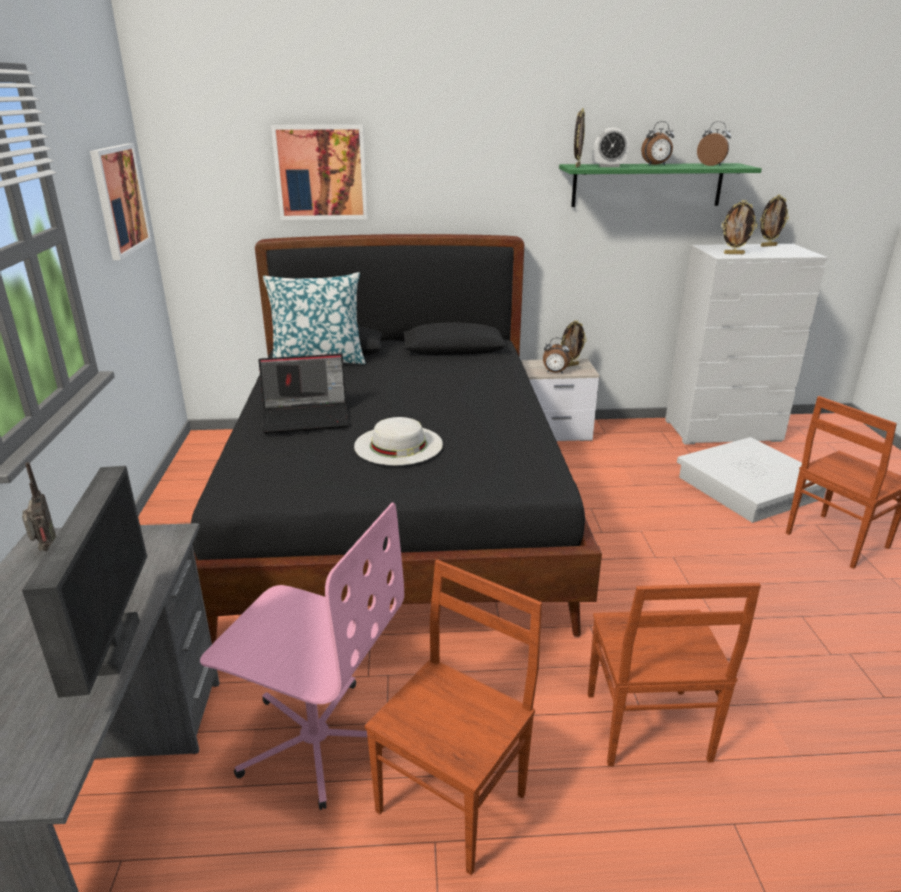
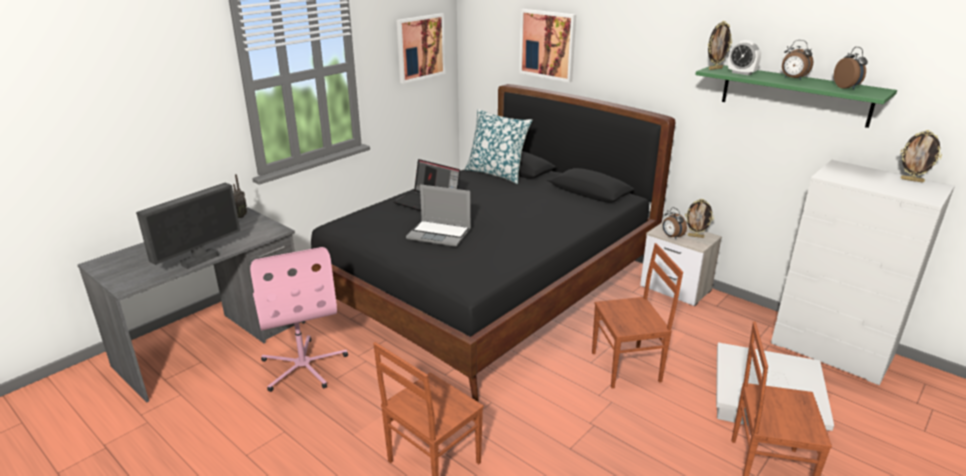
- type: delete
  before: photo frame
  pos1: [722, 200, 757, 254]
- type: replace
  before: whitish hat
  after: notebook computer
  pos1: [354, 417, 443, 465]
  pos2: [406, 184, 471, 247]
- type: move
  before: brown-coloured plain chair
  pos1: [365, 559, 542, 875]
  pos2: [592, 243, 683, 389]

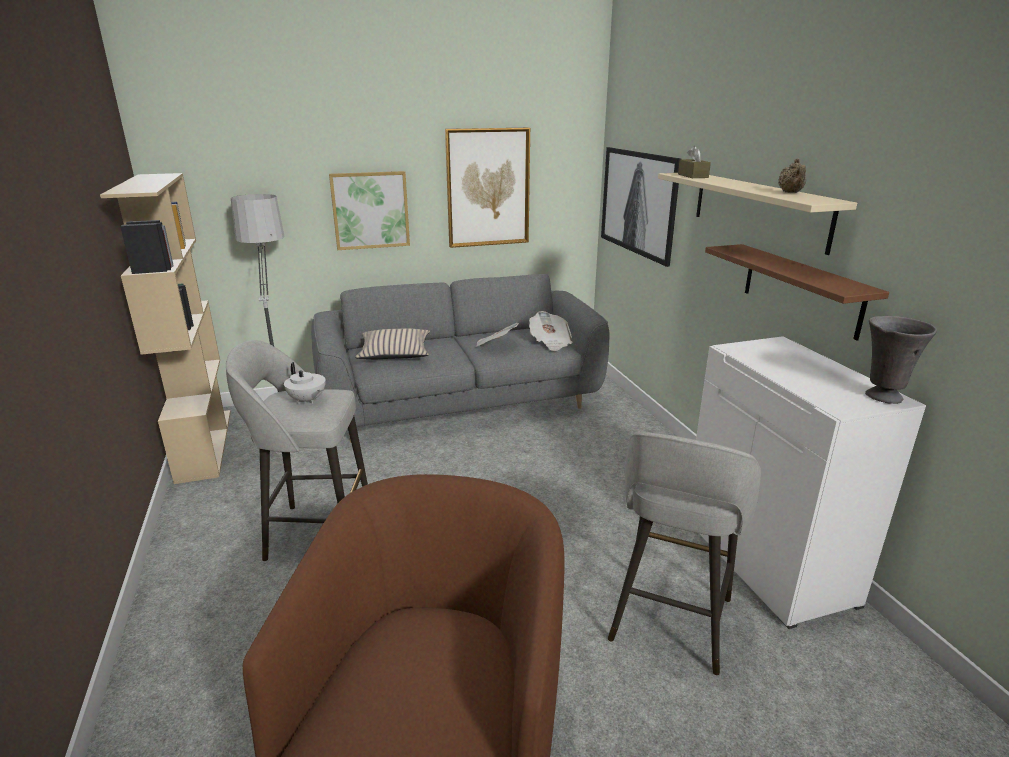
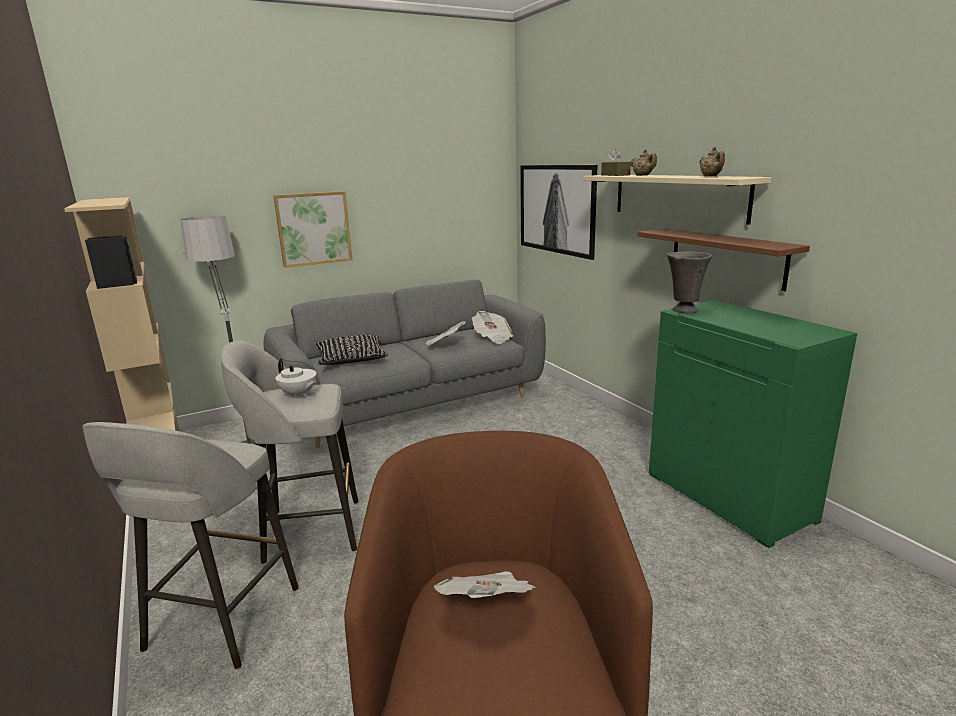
- type: delete
  before: wall picture
  pos1: [445, 128, 530, 248]
- type: move
  before: gray vase
  pos1: [865, 316, 937, 404]
  pos2: [667, 252, 712, 313]
- type: recolor
  before: beige-coloured pillow
  after: black pillow
  pos1: [355, 328, 430, 359]
  pos2: [316, 335, 388, 365]
- type: recolor
  before: whitish storage cabinet
  after: green-coloured storage cabinet
  pos1: [696, 336, 926, 629]
  pos2: [649, 300, 857, 548]
- type: move
  before: gray sitting stool
  pos1: [608, 432, 761, 675]
  pos2: [82, 422, 299, 669]
- type: insert
  after: beige-coloured pot for tea
  pos2: [630, 149, 657, 176]
- type: insert
  after: printed paper
  pos2: [434, 571, 536, 598]

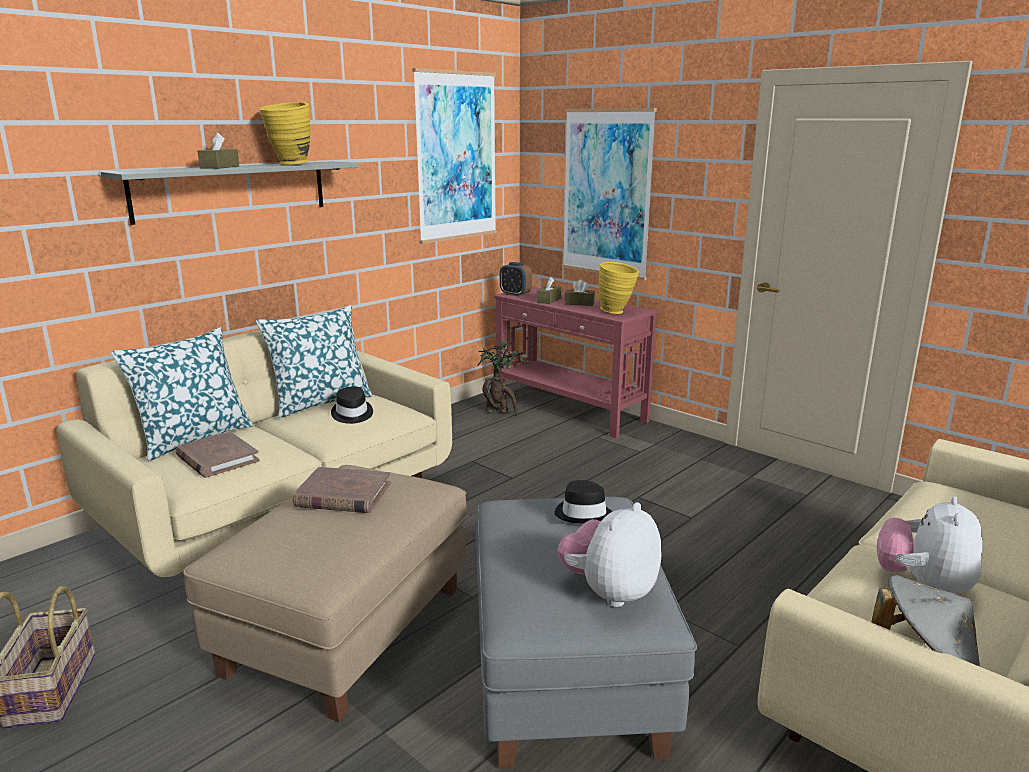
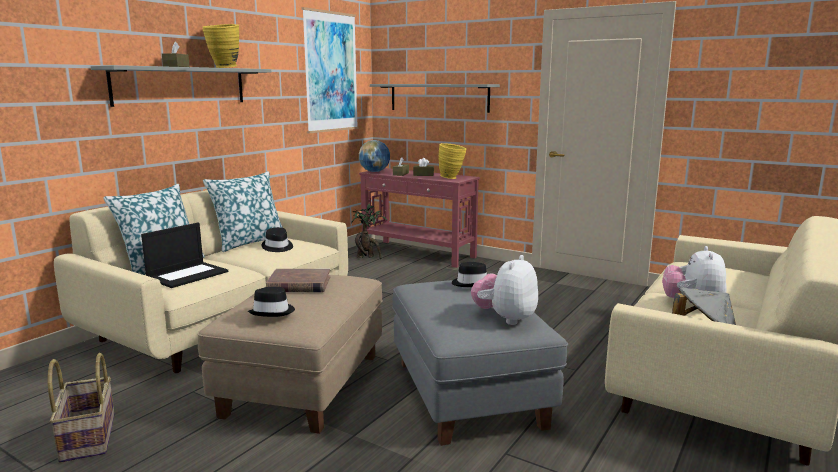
- type: replace
  before: wall picture
  after: gray bracket shelf
  pos1: [562, 108, 657, 281]
  pos2: [370, 84, 500, 113]
- type: replace
  before: alarm clock
  after: world globe
  pos1: [500, 262, 532, 297]
  pos2: [359, 140, 390, 172]
- type: replace
  before: brown-coloured book
  after: notebook computer
  pos1: [176, 431, 260, 478]
  pos2: [141, 223, 228, 288]
- type: insert
  after: black hat
  pos2: [248, 287, 295, 317]

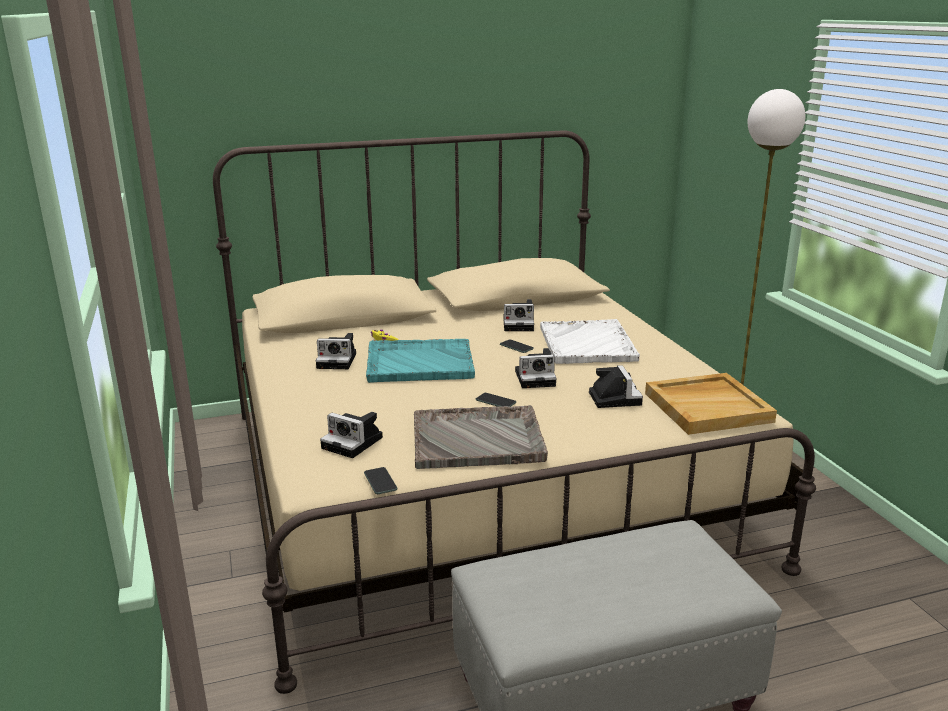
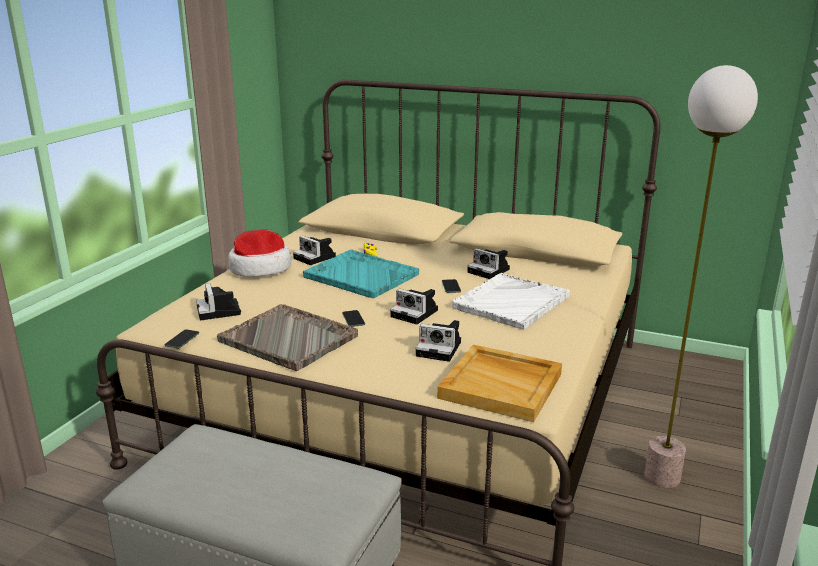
- type: rotate
  before: still camera
  pos1: [589, 365, 643, 408]
  pos2: [416, 320, 461, 362]
  turn: 75
- type: insert
  after: hat
  pos2: [228, 229, 291, 277]

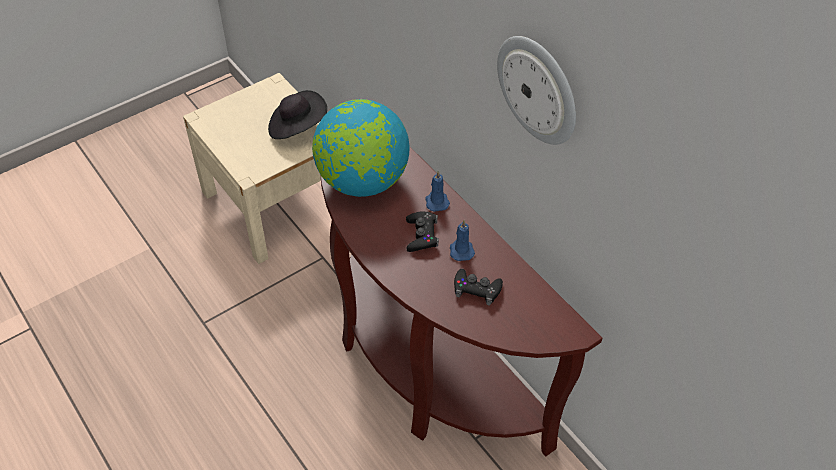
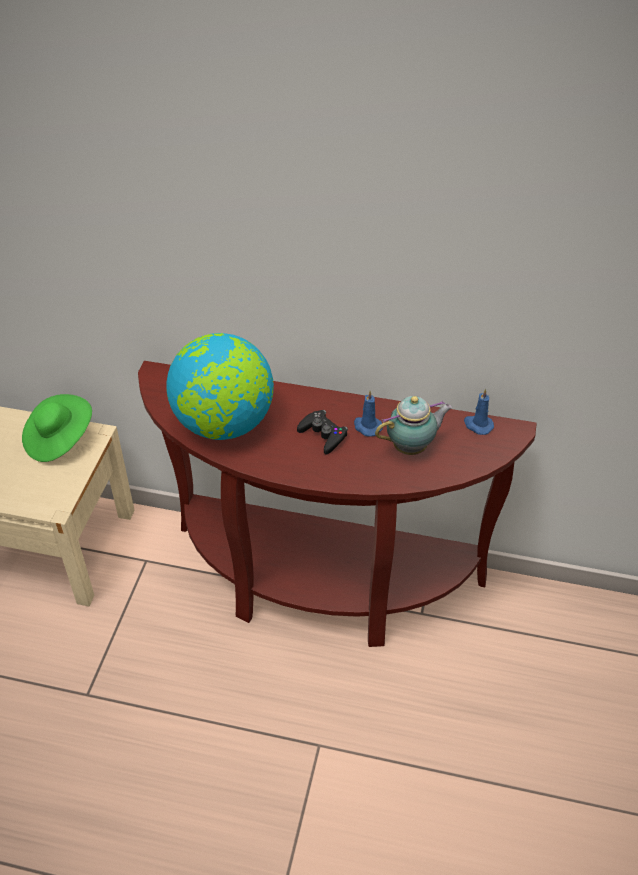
- type: delete
  before: clock on the wall
  pos1: [497, 36, 576, 145]
- type: recolor
  before: black hat
  after: green-coloured hat
  pos1: [268, 90, 327, 139]
  pos2: [22, 394, 92, 462]
- type: move
  before: bluish wax candle
  pos1: [425, 170, 450, 212]
  pos2: [464, 388, 494, 435]
- type: replace
  before: black gamepad
  after: pot for tea
  pos1: [454, 269, 503, 306]
  pos2: [375, 396, 453, 455]

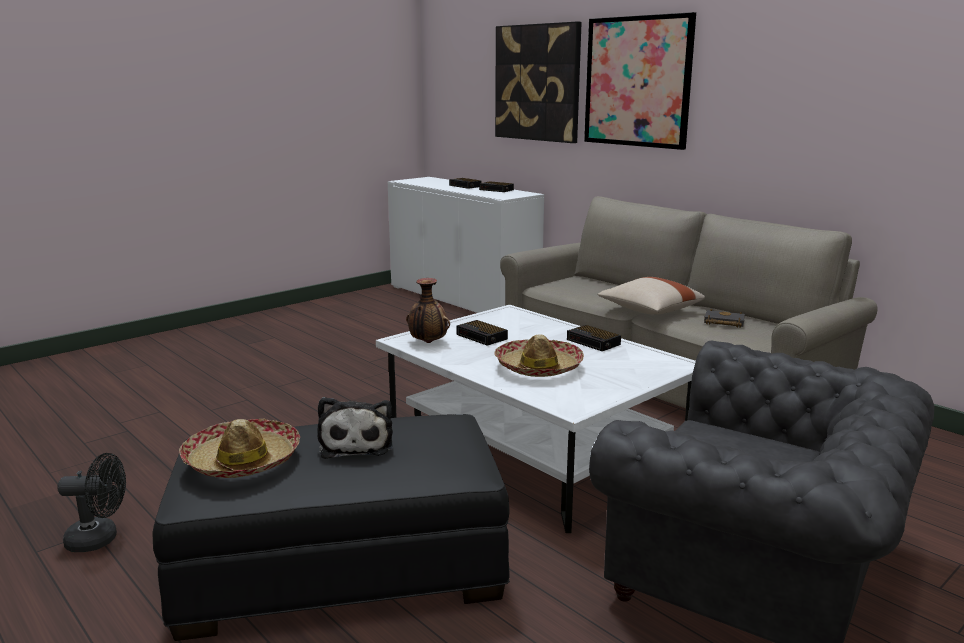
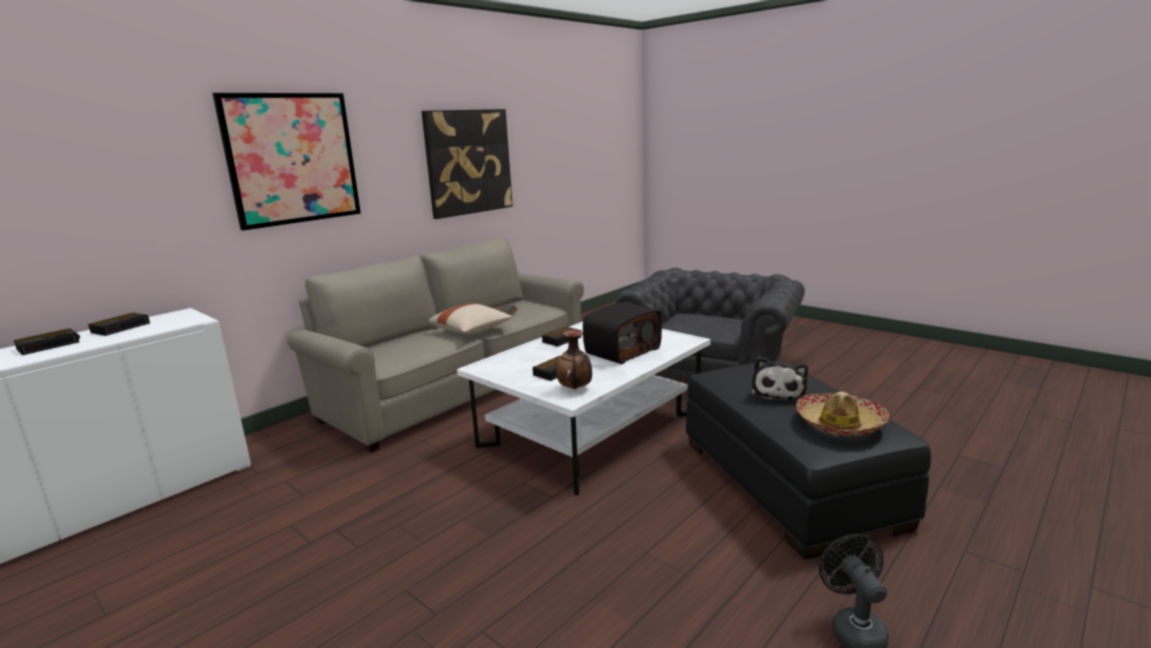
- type: move
  before: wall picture
  pos1: [495, 22, 582, 143]
  pos2: [421, 109, 513, 219]
- type: replace
  before: hat
  after: radio
  pos1: [494, 334, 584, 377]
  pos2: [583, 302, 662, 364]
- type: rotate
  before: cuddly toy
  pos1: [317, 397, 393, 459]
  pos2: [752, 357, 808, 402]
  turn: 120

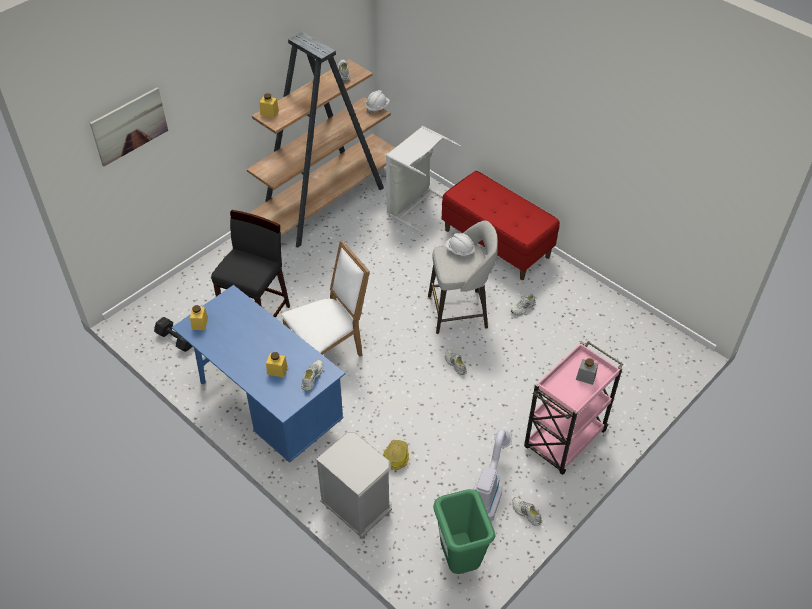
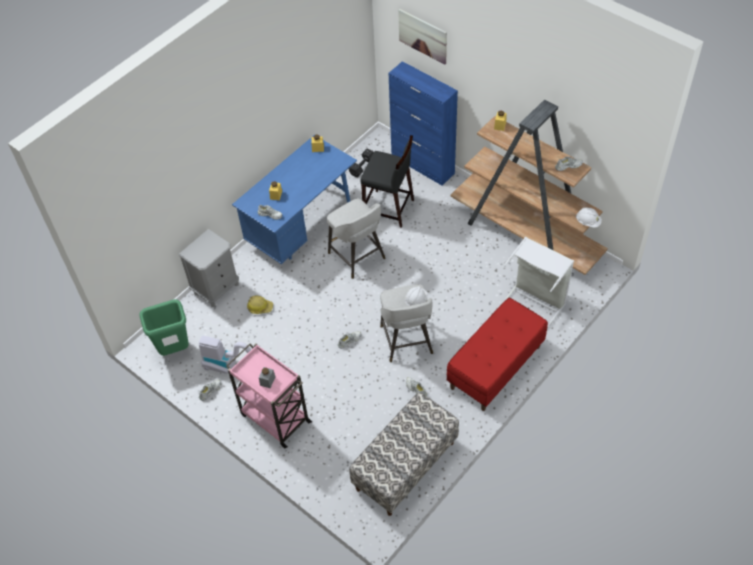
- type: replace
  before: whitish plain chair
  after: gray sitting stool
  pos1: [282, 240, 370, 357]
  pos2: [327, 199, 385, 279]
- type: insert
  after: bluish storage cabinet
  pos2: [388, 61, 458, 186]
- type: insert
  after: long seat
  pos2: [349, 392, 459, 516]

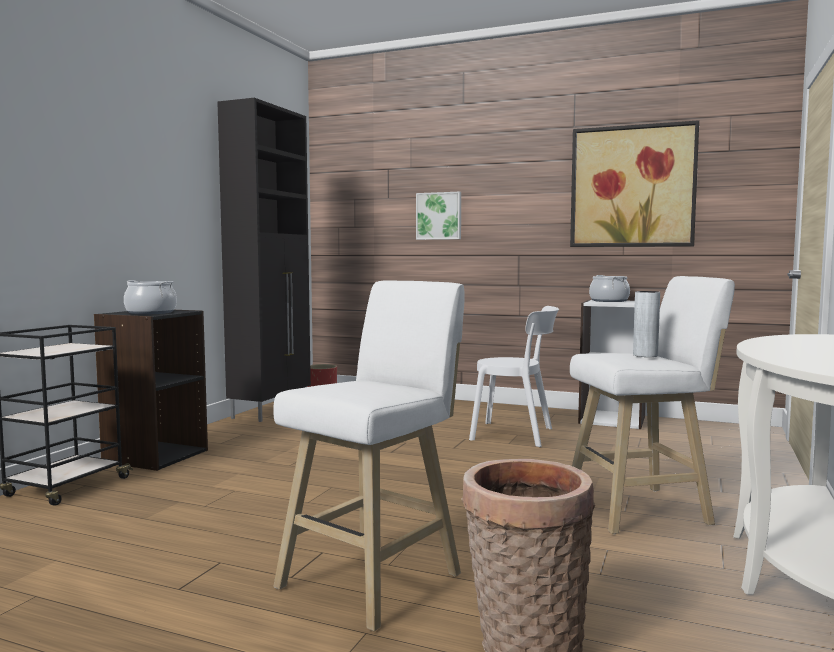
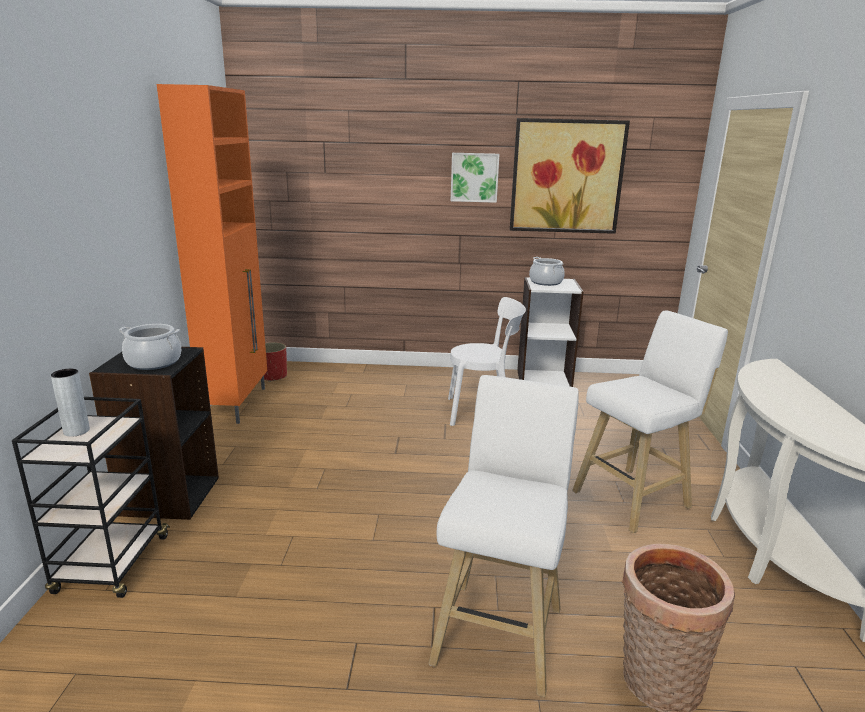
- type: recolor
  before: black storage cabinet
  after: orange-coloured storage cabinet
  pos1: [217, 98, 311, 422]
  pos2: [157, 84, 267, 424]
- type: move
  before: wall picture
  pos1: [416, 192, 461, 240]
  pos2: [451, 153, 499, 203]
- type: move
  before: gray vase
  pos1: [633, 291, 660, 357]
  pos2: [51, 369, 90, 437]

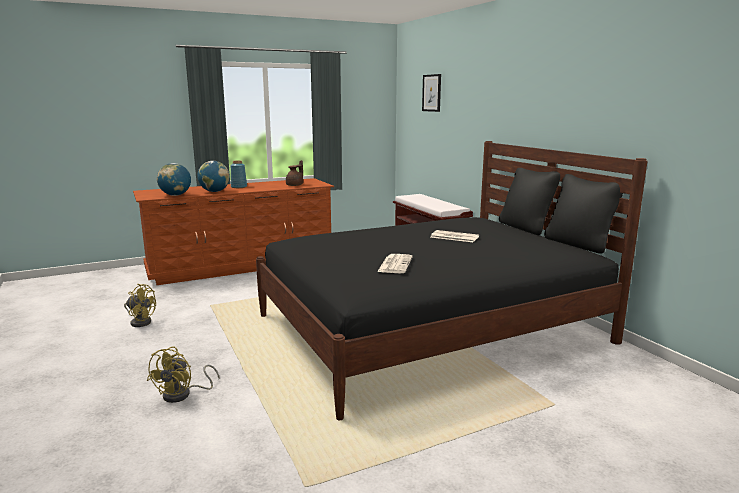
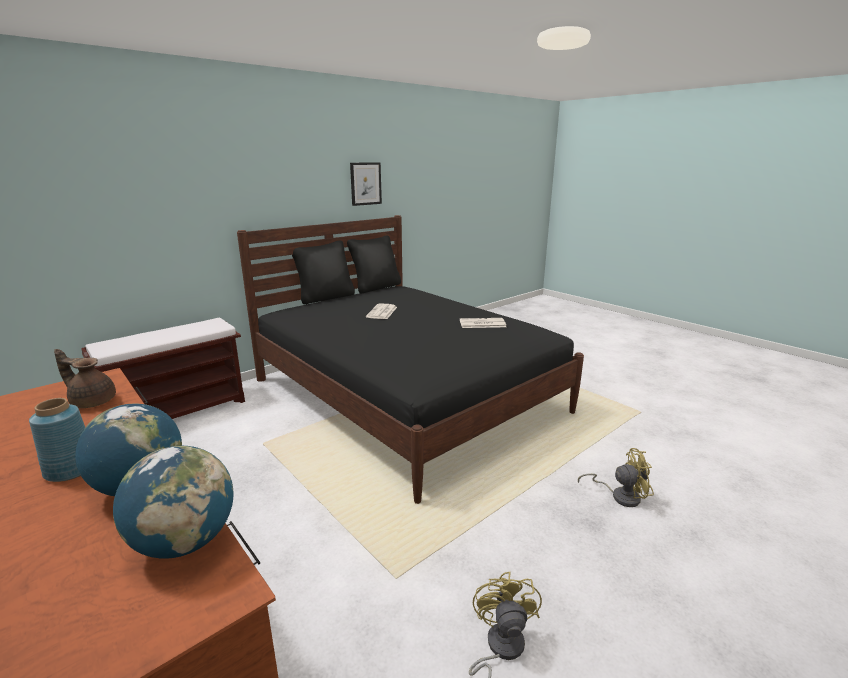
- type: move
  before: wall picture
  pos1: [422, 74, 441, 112]
  pos2: [350, 162, 382, 206]

